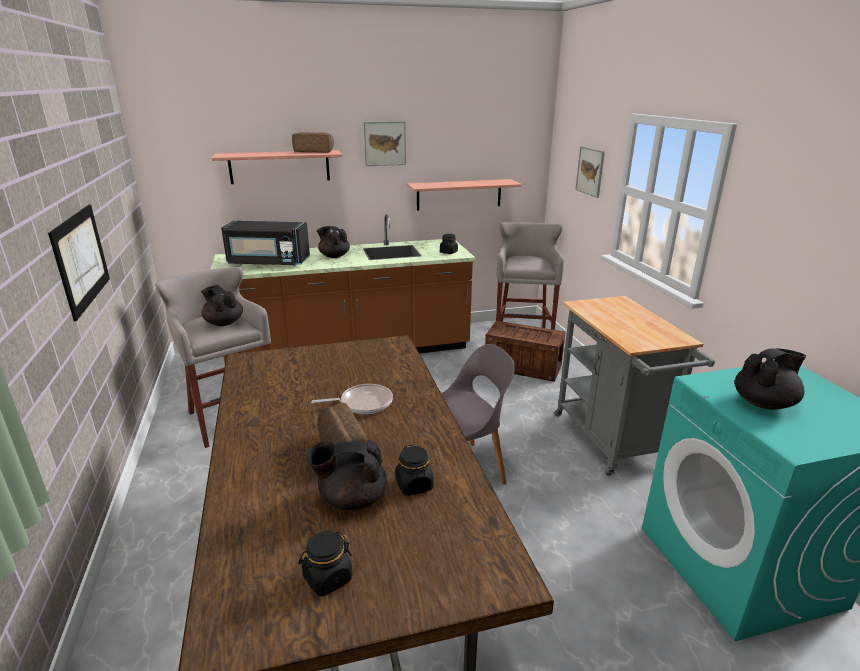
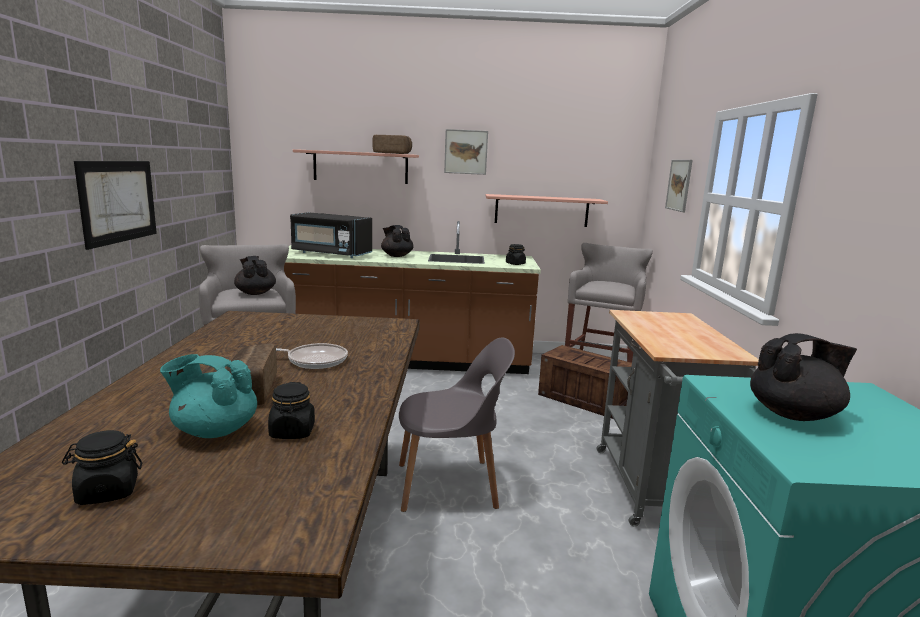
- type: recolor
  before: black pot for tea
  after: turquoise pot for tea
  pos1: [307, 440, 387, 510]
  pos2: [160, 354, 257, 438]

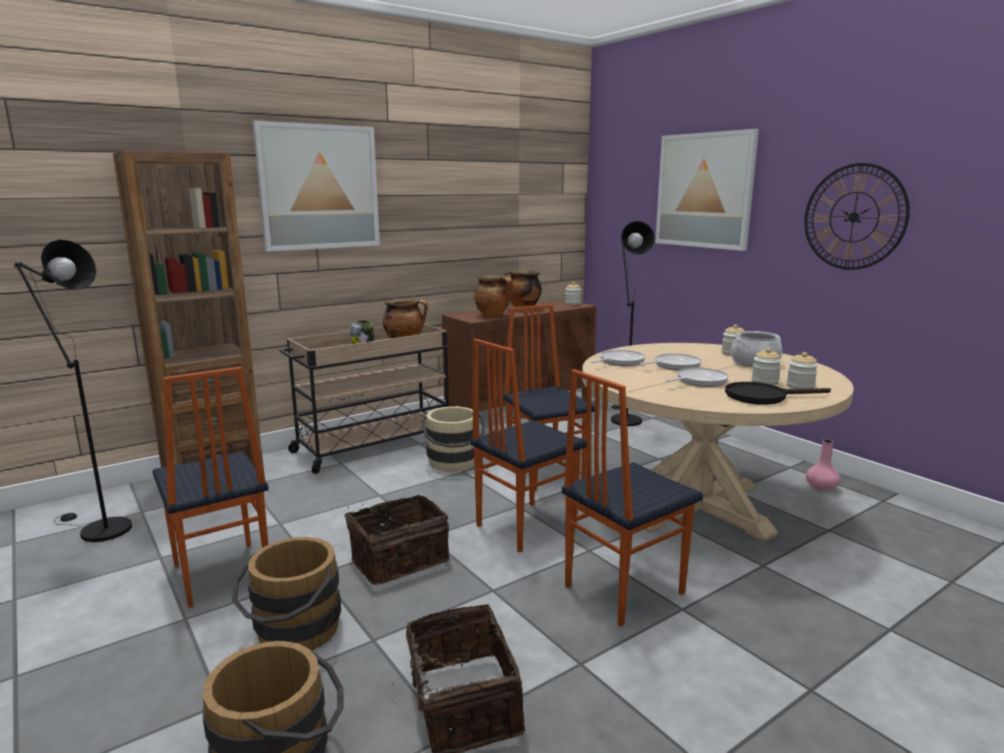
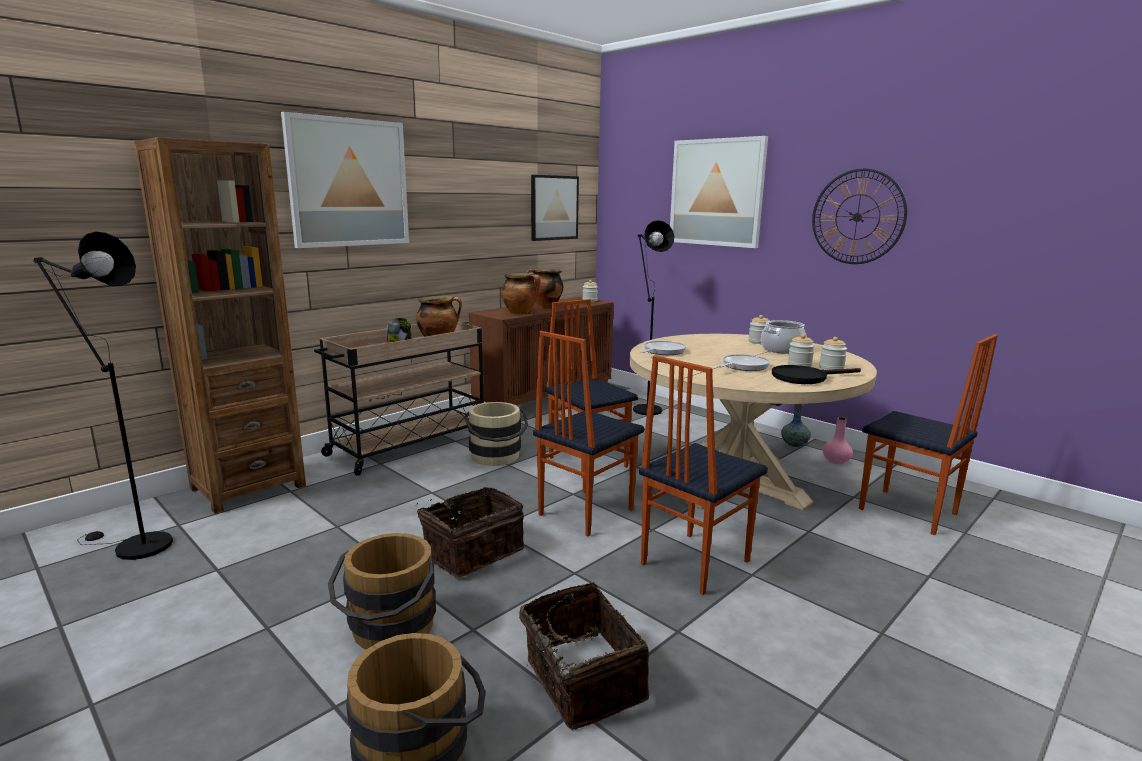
- type: delete
  before: frying pan
  pos1: [640, 354, 702, 370]
- type: move
  before: plain chair
  pos1: [152, 367, 269, 608]
  pos2: [859, 334, 998, 535]
- type: insert
  after: wall picture
  pos2: [531, 175, 579, 241]
- type: insert
  after: vase
  pos2: [781, 404, 811, 447]

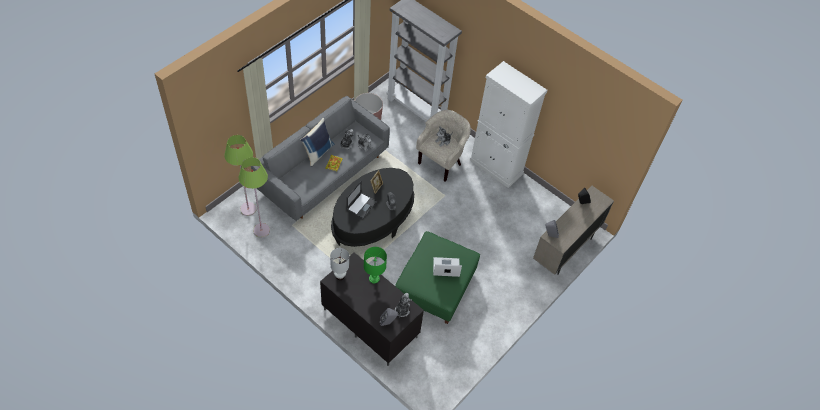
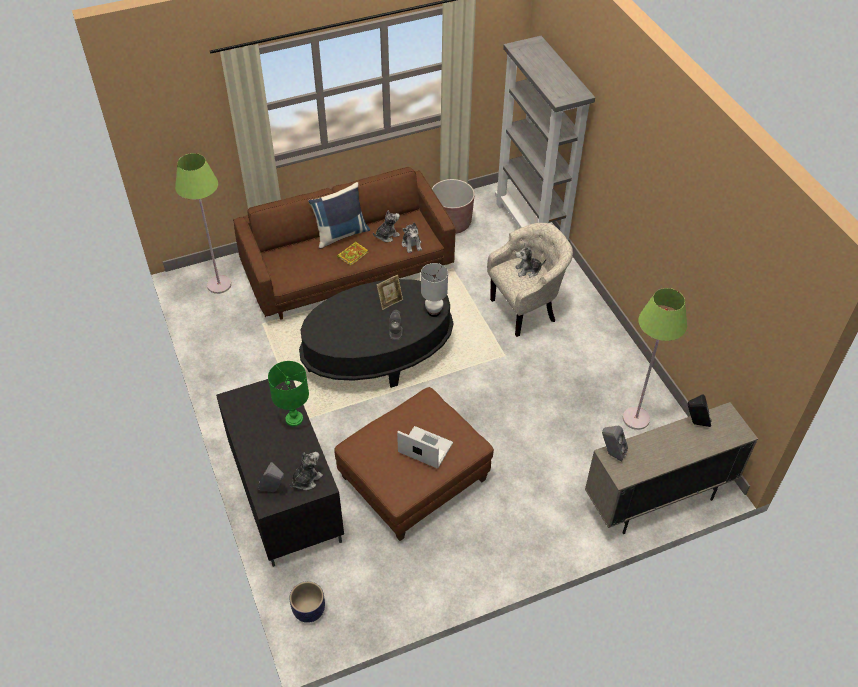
- type: delete
  before: whitish storage cabinet
  pos1: [470, 61, 548, 188]
- type: recolor
  before: gray couch
  after: brown-coloured couch
  pos1: [251, 96, 390, 221]
  pos2: [233, 167, 455, 320]
- type: move
  before: green-coloured standard lamp
  pos1: [239, 157, 270, 238]
  pos2: [623, 288, 687, 430]
- type: delete
  before: notebook computer
  pos1: [346, 181, 377, 219]
- type: recolor
  before: green-coloured ottoman
  after: brown-coloured ottoman
  pos1: [395, 231, 480, 324]
  pos2: [334, 387, 494, 541]
- type: move
  before: whitish lamp for a table
  pos1: [330, 248, 349, 280]
  pos2: [421, 263, 448, 317]
- type: insert
  after: plant pot
  pos2: [290, 581, 325, 623]

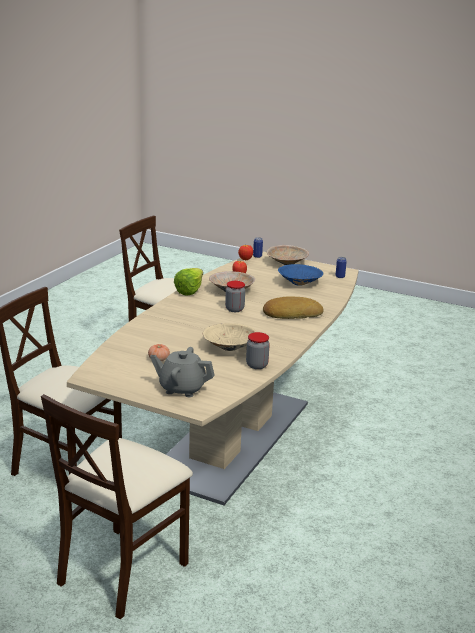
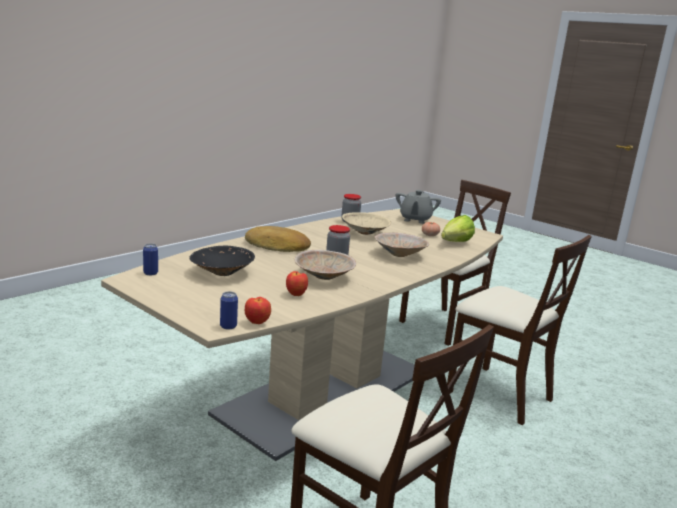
- type: move
  before: beige-coloured deep dish
  pos1: [267, 245, 309, 265]
  pos2: [374, 233, 429, 257]
- type: recolor
  before: bluish deep dish
  after: black deep dish
  pos1: [278, 264, 323, 285]
  pos2: [190, 246, 255, 276]
- type: move
  before: head of lettuce
  pos1: [174, 268, 203, 295]
  pos2: [441, 215, 475, 242]
- type: rotate
  before: gray pot for tea
  pos1: [150, 347, 215, 397]
  pos2: [396, 190, 441, 224]
  turn: 75

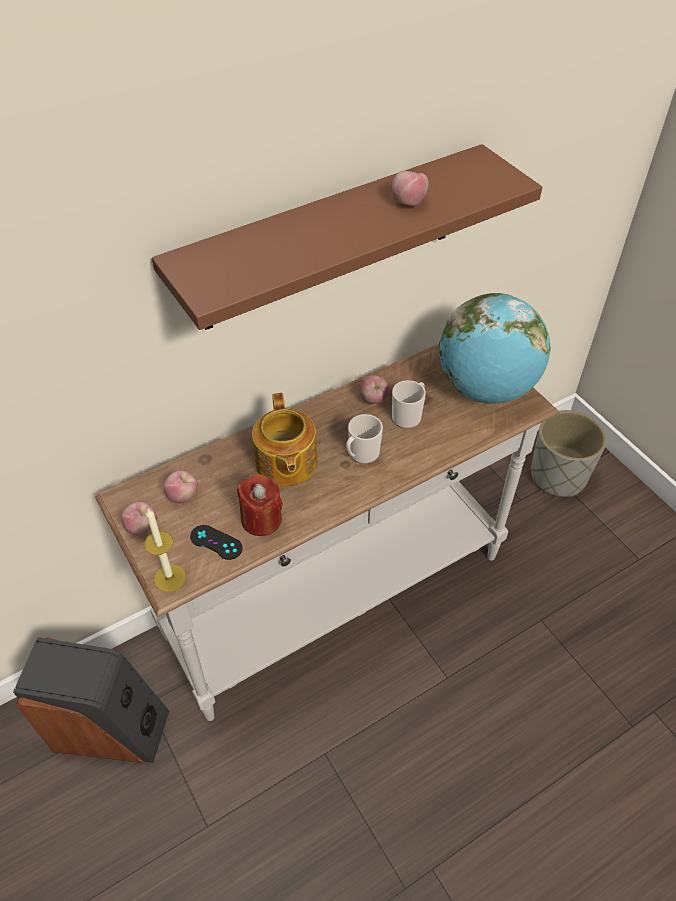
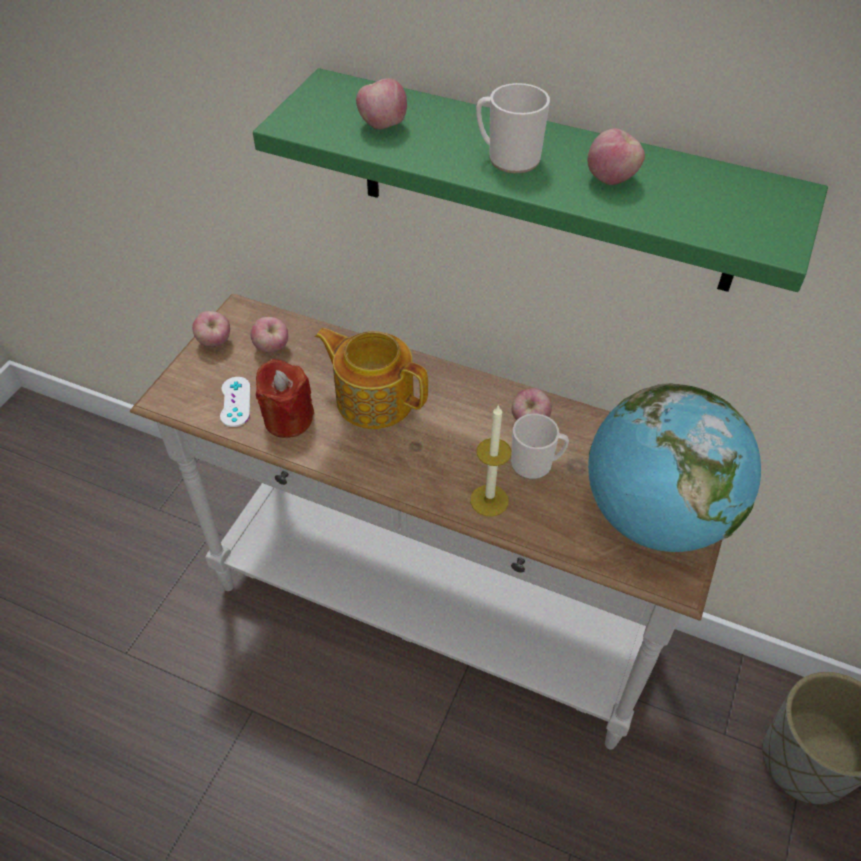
- type: recolor
  before: brown-coloured bracket shelf
  after: green-coloured bracket shelf
  pos1: [152, 144, 542, 330]
  pos2: [253, 68, 828, 292]
- type: rotate
  before: pot for tea
  pos1: [252, 393, 318, 487]
  pos2: [315, 328, 428, 429]
  turn: 75
- type: move
  before: mug
  pos1: [346, 414, 383, 464]
  pos2: [476, 83, 550, 173]
- type: move
  before: wax candle
  pos1: [144, 509, 186, 592]
  pos2: [470, 404, 511, 517]
- type: recolor
  before: black gamepad
  after: whitish gamepad
  pos1: [190, 525, 243, 560]
  pos2: [220, 377, 250, 427]
- type: delete
  before: speaker
  pos1: [13, 637, 169, 763]
- type: insert
  after: whole apple
  pos2: [356, 79, 407, 129]

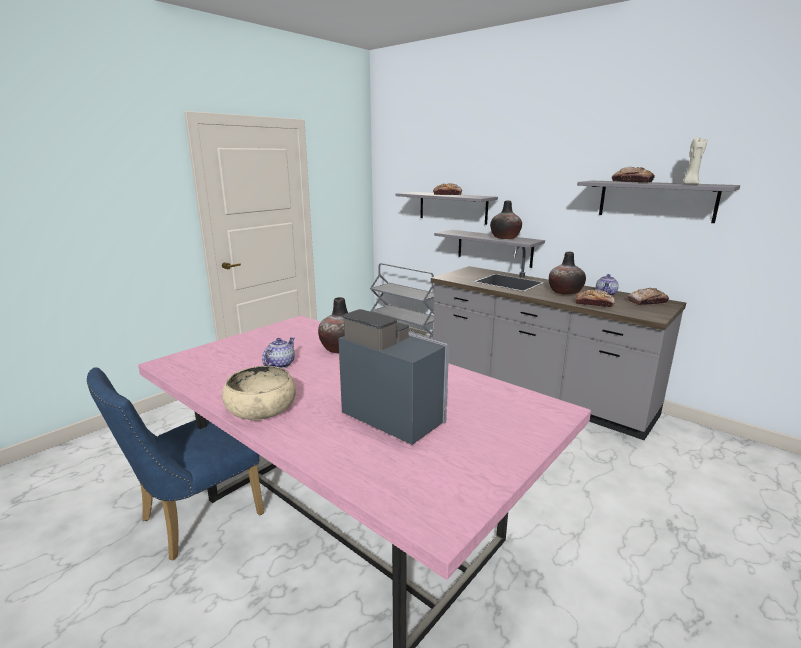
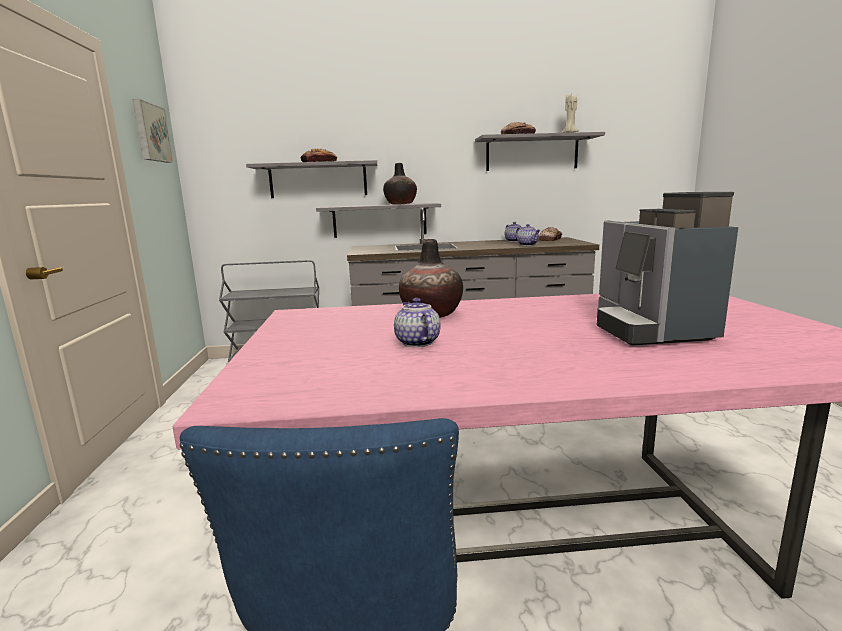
- type: delete
  before: vase
  pos1: [549, 252, 586, 295]
- type: replace
  before: bread
  after: pot for tea
  pos1: [575, 290, 615, 307]
  pos2: [516, 224, 540, 246]
- type: rotate
  before: coffee machine
  pos1: [338, 309, 449, 445]
  pos2: [597, 192, 738, 346]
  turn: -90
- type: delete
  before: beige-coloured deep dish
  pos1: [222, 366, 296, 421]
- type: insert
  after: wall picture
  pos2: [132, 99, 173, 163]

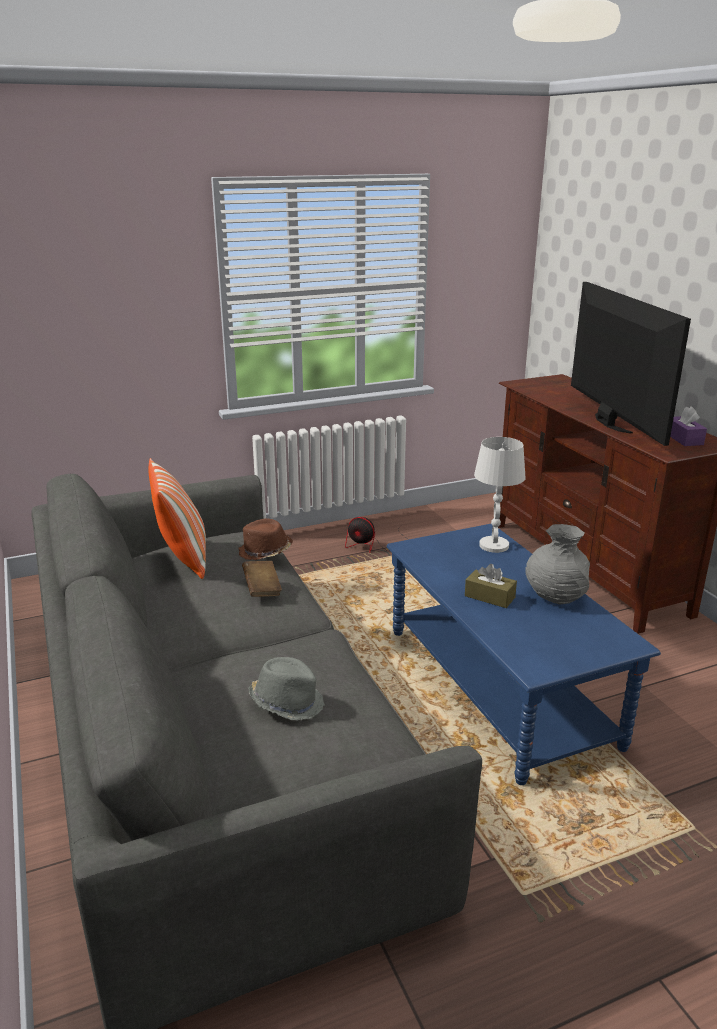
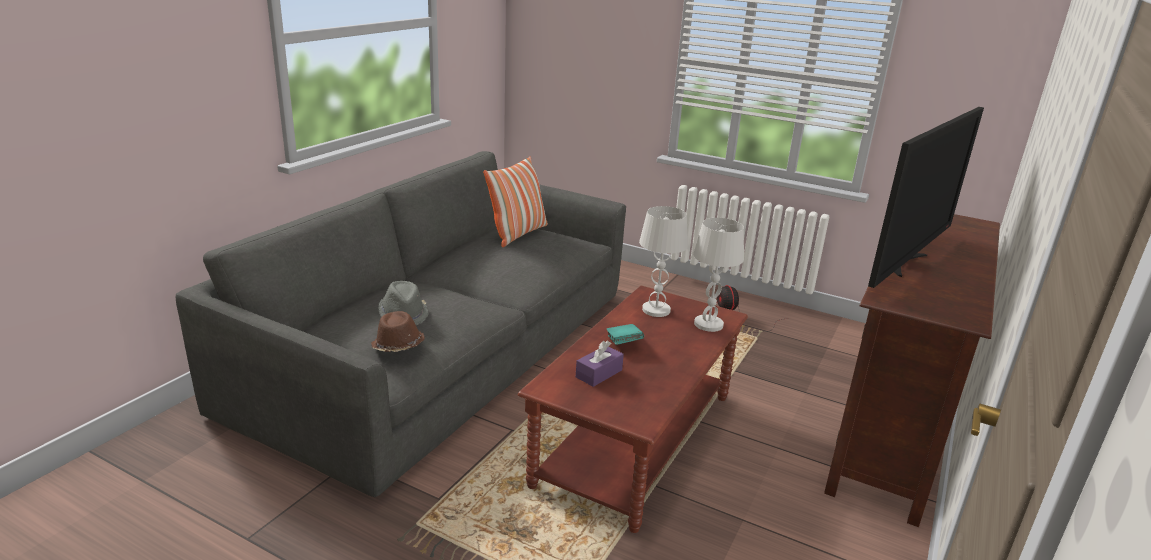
- type: move
  before: purple box of tissues
  pos1: [670, 406, 707, 446]
  pos2: [576, 341, 624, 387]
- type: move
  before: brown-coloured hat
  pos1: [239, 519, 293, 560]
  pos2: [371, 311, 425, 352]
- type: recolor
  before: bluish low table
  after: brown-coloured low table
  pos1: [387, 524, 661, 785]
  pos2: [517, 286, 748, 533]
- type: delete
  before: gray vase
  pos1: [525, 524, 590, 605]
- type: delete
  before: brown-coloured book
  pos1: [242, 561, 282, 597]
- type: replace
  before: brown-coloured box of tissues
  after: turquoise book
  pos1: [465, 564, 517, 608]
  pos2: [607, 324, 644, 345]
- type: insert
  after: whitish lamp for a table
  pos2: [639, 206, 688, 317]

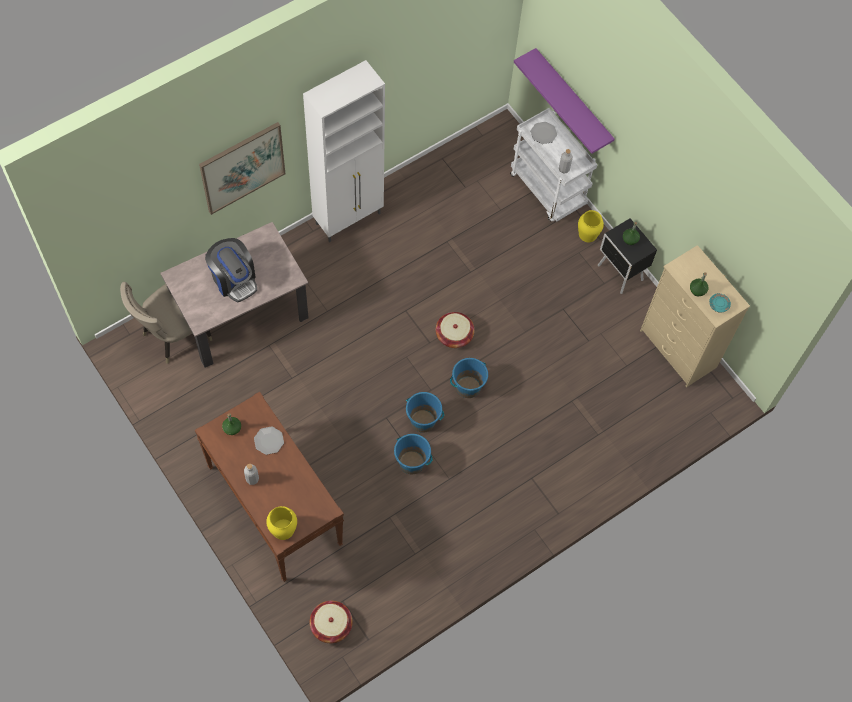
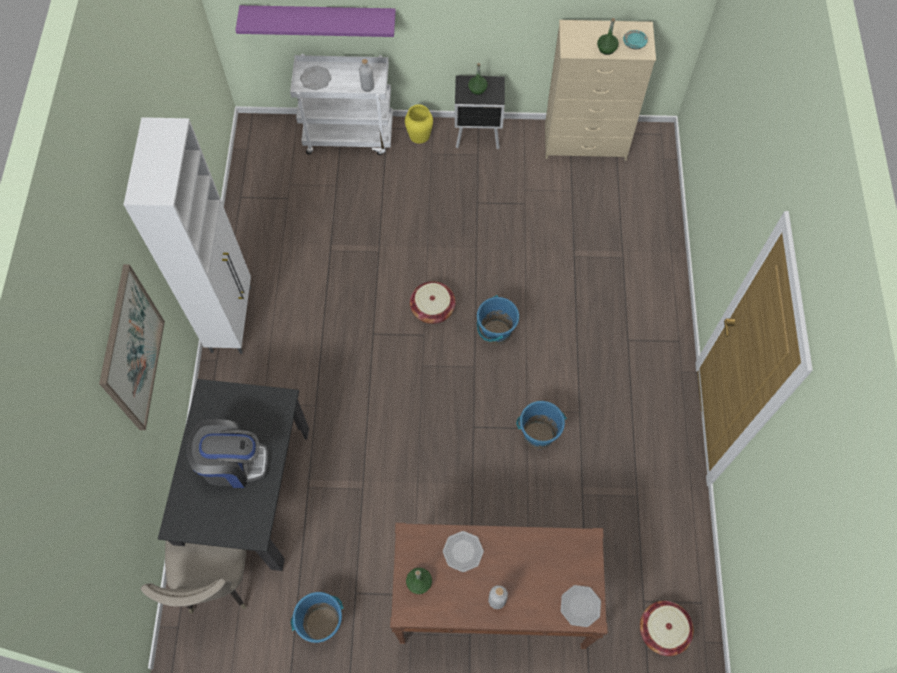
- type: recolor
  before: beige-coloured dinner table
  after: black dinner table
  pos1: [160, 222, 309, 368]
  pos2: [158, 379, 309, 571]
- type: move
  before: bluish bucket
  pos1: [406, 392, 444, 433]
  pos2: [291, 592, 344, 643]
- type: replace
  before: yellowish vase
  after: flat dish
  pos1: [266, 506, 297, 540]
  pos2: [561, 585, 601, 627]

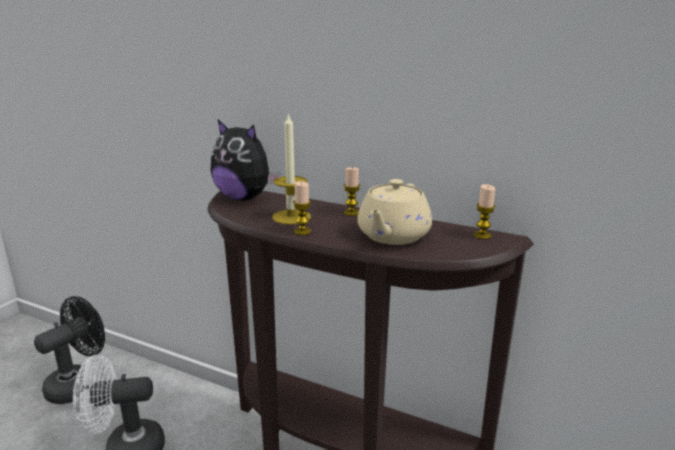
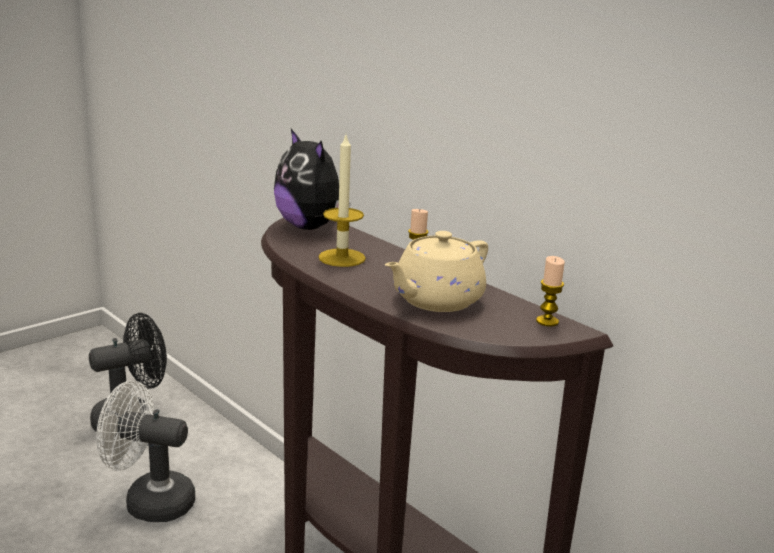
- type: delete
  before: wax candle
  pos1: [293, 181, 311, 235]

